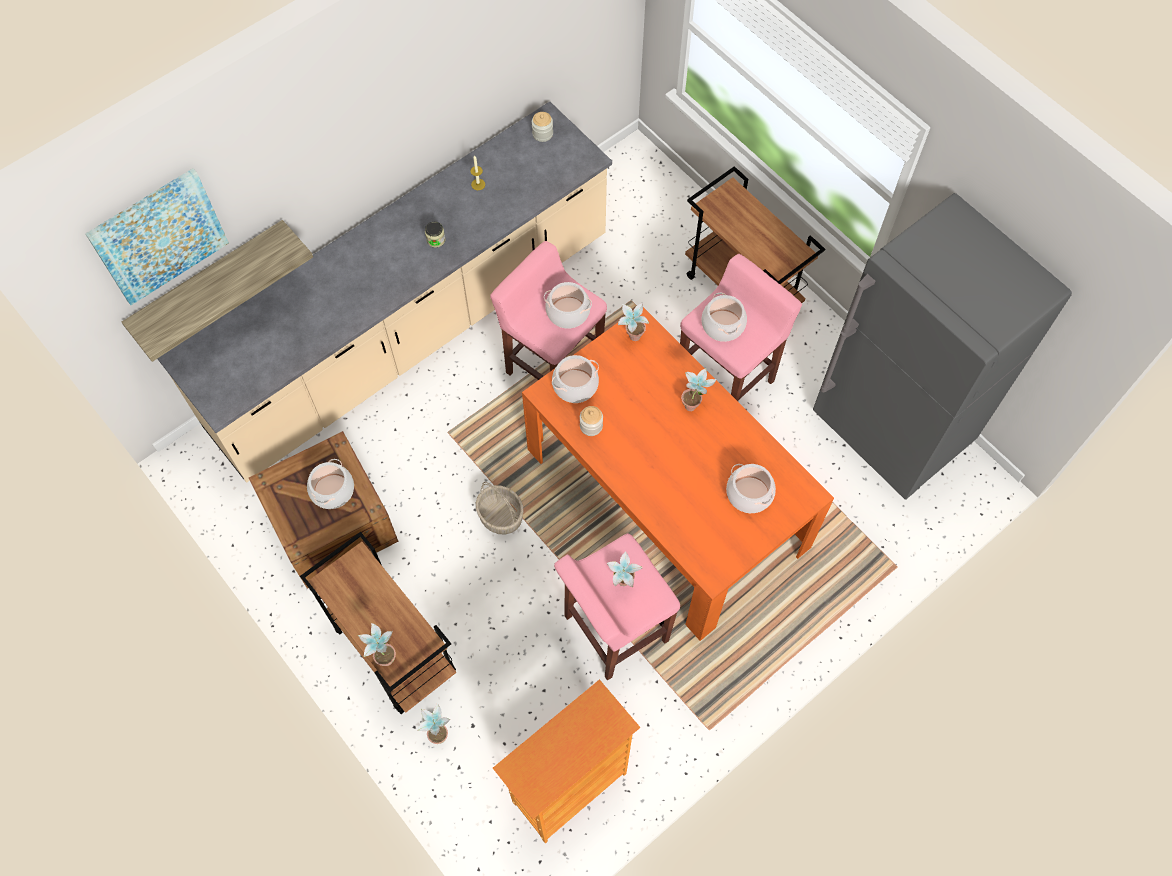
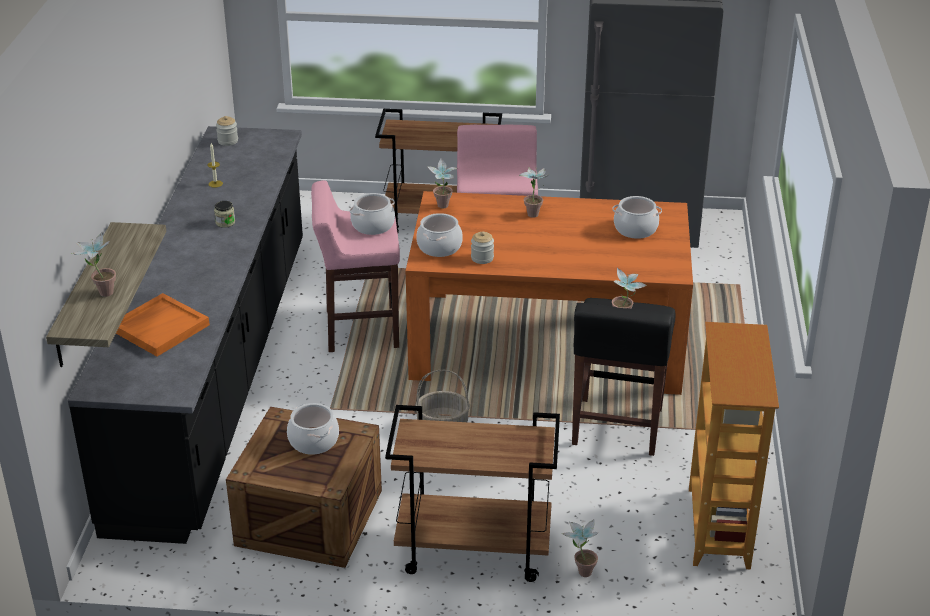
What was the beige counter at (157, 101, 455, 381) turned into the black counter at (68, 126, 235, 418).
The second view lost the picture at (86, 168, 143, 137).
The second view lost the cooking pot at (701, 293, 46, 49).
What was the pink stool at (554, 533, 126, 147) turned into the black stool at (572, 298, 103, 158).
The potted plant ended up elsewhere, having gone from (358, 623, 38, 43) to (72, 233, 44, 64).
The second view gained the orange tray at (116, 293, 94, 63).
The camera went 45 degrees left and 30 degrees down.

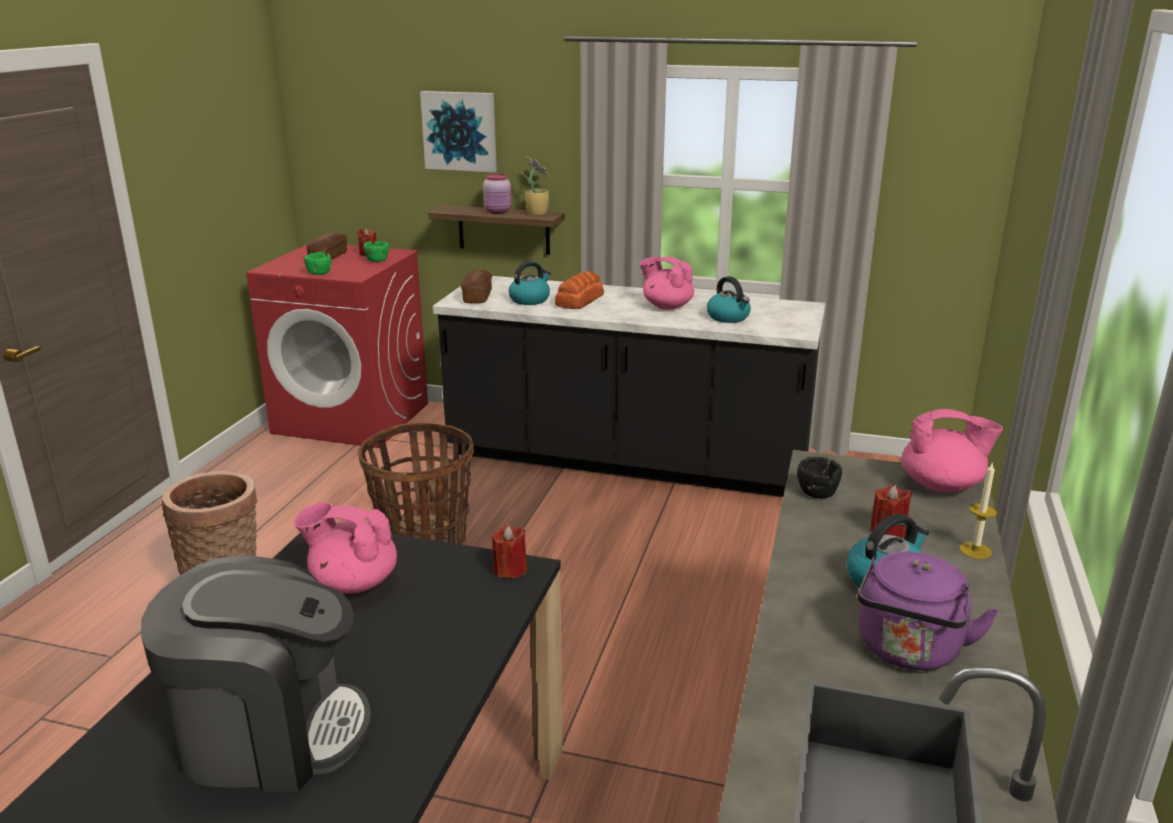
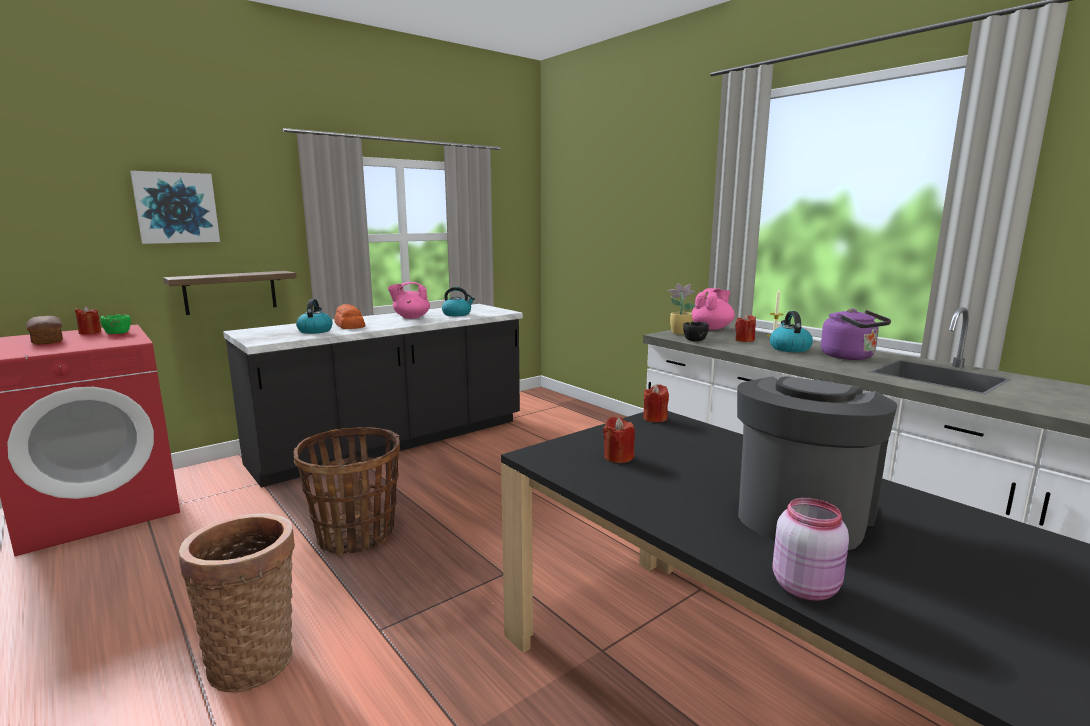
The potted plant ended up elsewhere, having gone from (522, 157, 28, 58) to (668, 283, 28, 52).
The pink jar ended up elsewhere, having gone from (483, 173, 28, 41) to (772, 498, 77, 103).
The second view lost the green bowl at (304, 252, 27, 23).
The second view lost the bread at (461, 270, 31, 34).
Where the pink teapot stood at (294, 502, 103, 92), the red candle came to stand at (603, 417, 32, 46).
The camera went 55 degrees left and 10 degrees down.

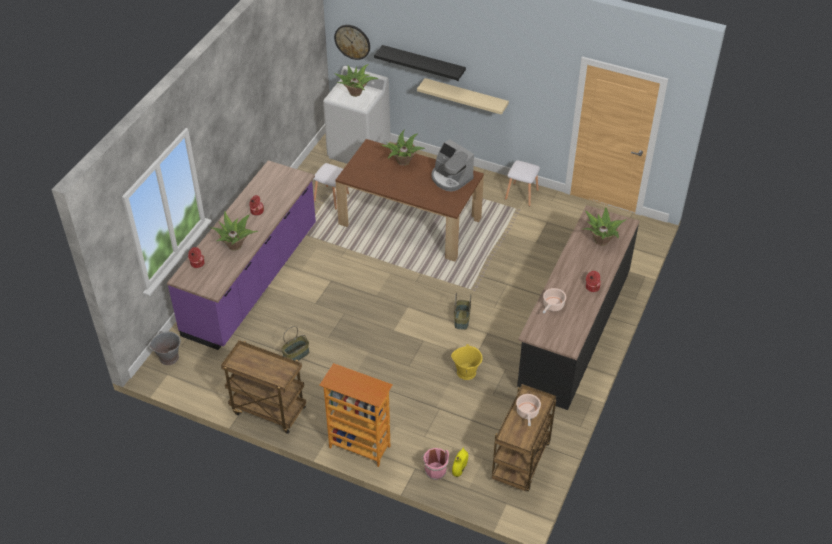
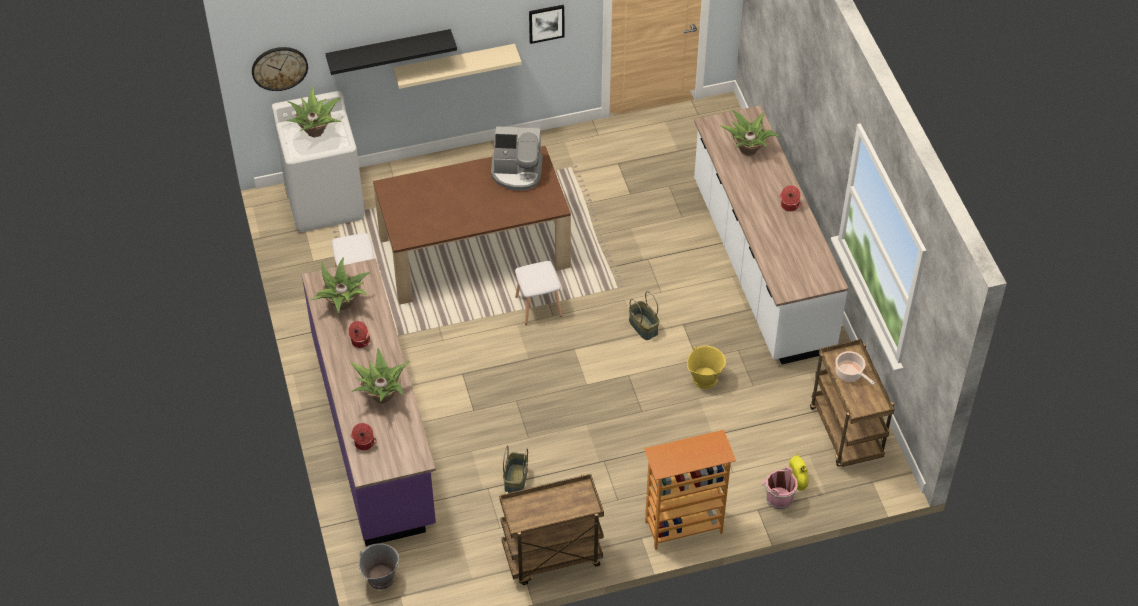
The potted plant ended up elsewhere, having gone from (381, 130, 44, 36) to (311, 257, 59, 56).
The white stool ended up elsewhere, having gone from (505, 160, 35, 47) to (515, 261, 47, 64).
What was the black counter at (517, 205, 122, 205) turned into the white counter at (694, 105, 154, 259).
The second view lost the cooking pot at (543, 288, 23, 26).
The second view gained the picture at (529, 5, 35, 39).
The camera went 40 degrees left and 5 degrees up.

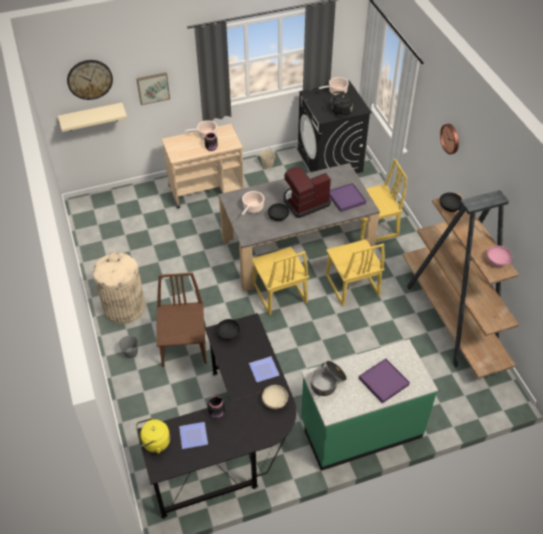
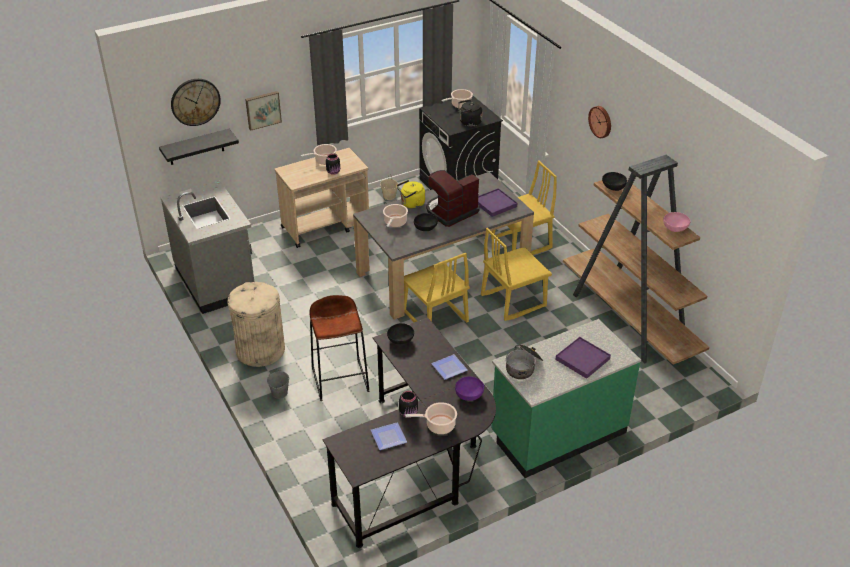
What was the beige shelf at (58, 103, 69, 29) turned into the black shelf at (159, 129, 80, 36).
The yellow chair at (326, 239, 59, 67) ended up facing another way, 90 degrees clockwise from before.
Where the brown chair stood at (156, 273, 51, 94), the brown stool came to stand at (309, 295, 60, 106).
What was the beige bowl at (262, 385, 26, 24) turned into the purple bowl at (455, 377, 29, 24).
The yellow kettle ended up elsewhere, having gone from (136, 418, 34, 35) to (397, 180, 28, 29).
The second view gained the grey counter at (160, 181, 95, 133).
The second view gained the cooking pot at (405, 402, 52, 32).
The camera went 10 degrees left and 10 degrees down.

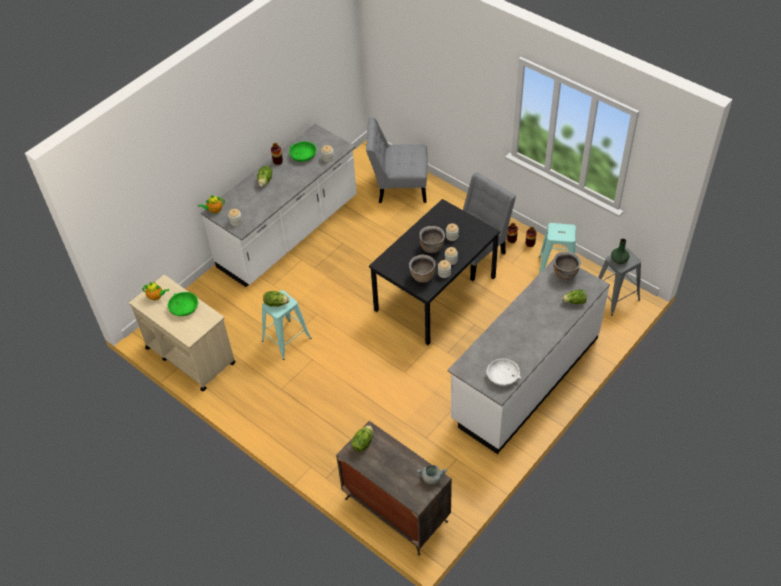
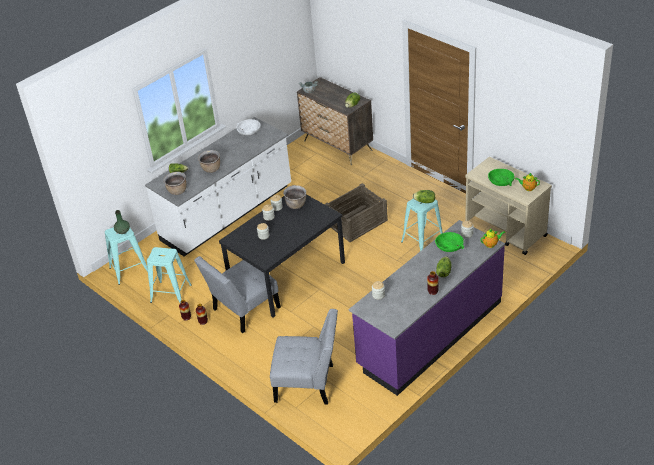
What was the white counter at (201, 124, 156, 163) turned into the purple counter at (349, 220, 156, 176).
The green bowl ended up elsewhere, having gone from (289, 141, 28, 21) to (435, 232, 29, 20).
The brown cooking pot ended up elsewhere, having gone from (419, 226, 26, 27) to (198, 150, 22, 23).
What was the grey stool at (598, 248, 43, 68) turned into the turquoise stool at (105, 227, 43, 58).
The second view gained the crate at (325, 183, 63, 59).
The camera went 175 degrees left and 10 degrees down.

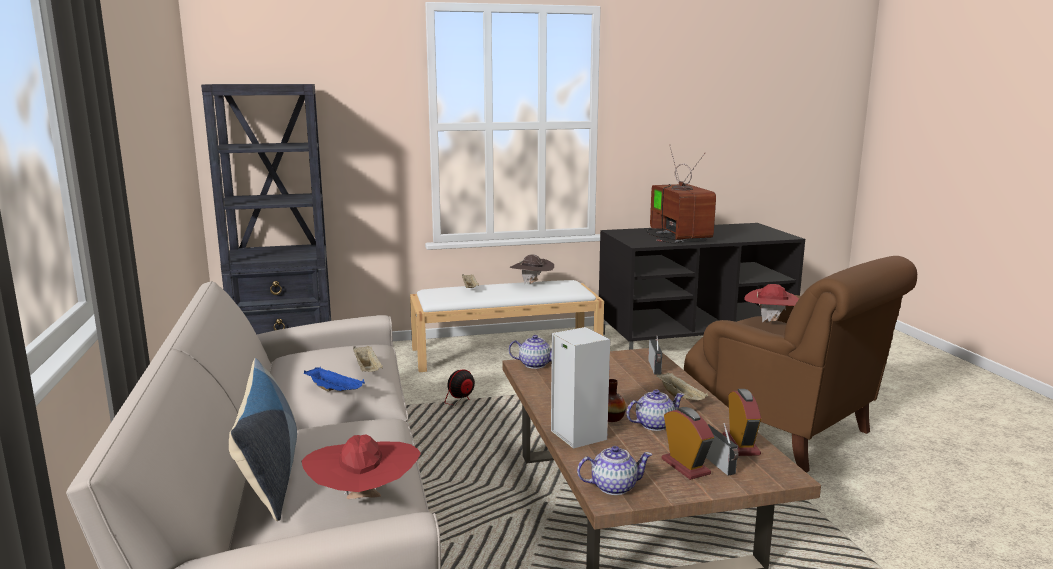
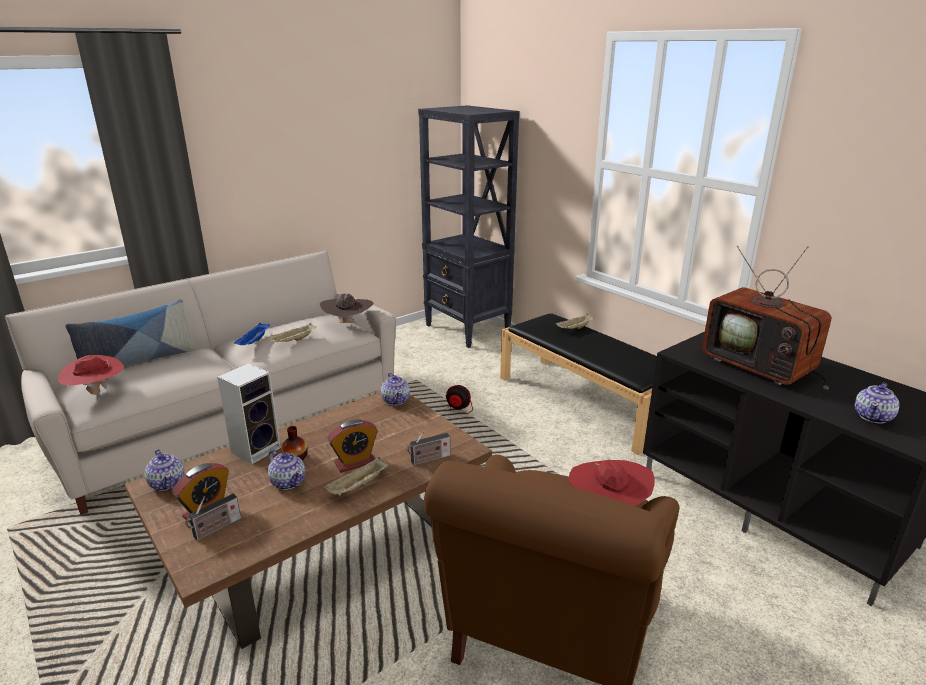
The television at (647, 144, 69, 99) ended up facing another way, 90 degrees clockwise from before.
The brown hat ended up elsewhere, having gone from (510, 254, 44, 30) to (320, 293, 54, 30).
What was the white bench at (410, 280, 194, 92) turned into the black bench at (500, 314, 157, 141).
The alarm clock ended up elsewhere, having gone from (723, 389, 38, 67) to (327, 419, 51, 54).
The second view gained the teapot at (855, 383, 44, 41).
The camera went 65 degrees right and 10 degrees up.

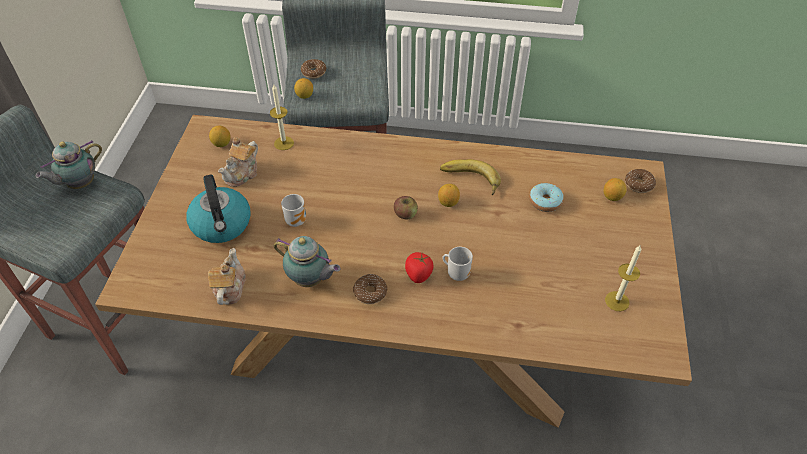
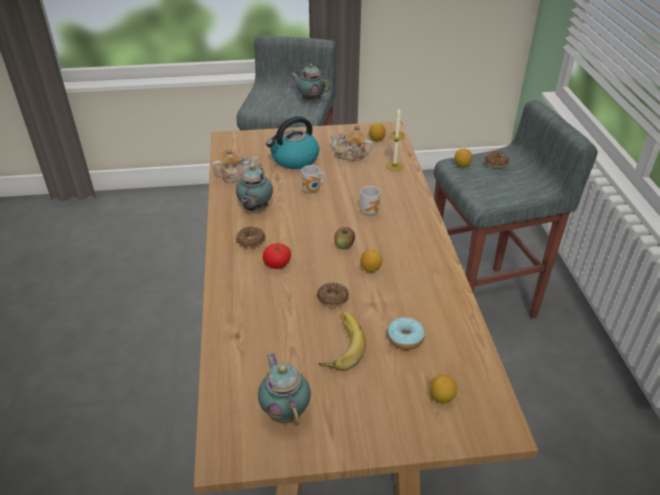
The banana ended up elsewhere, having gone from (440, 159, 61, 36) to (319, 312, 47, 59).
The donut ended up elsewhere, having gone from (625, 169, 31, 24) to (317, 282, 32, 26).
Where the candle stood at (605, 245, 37, 66), the teapot came to stand at (258, 353, 53, 72).
The mug ended up elsewhere, having gone from (442, 247, 31, 34) to (360, 186, 20, 30).
The camera went 75 degrees right and 10 degrees down.

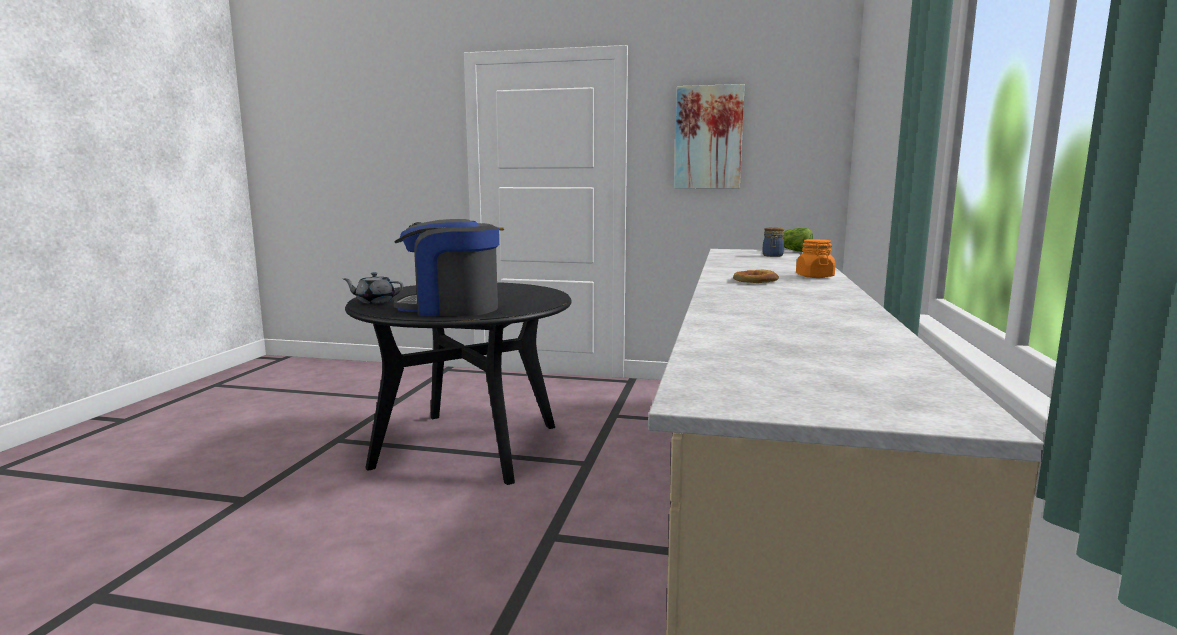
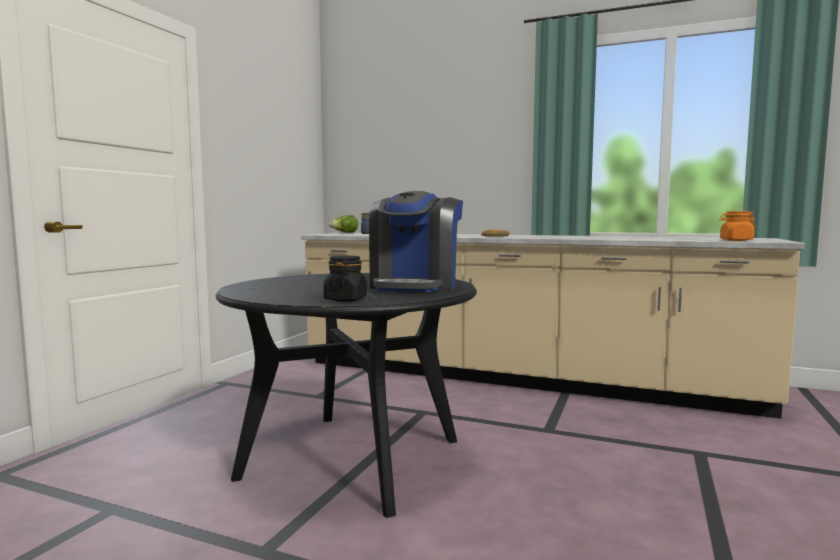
The second view lost the picture at (674, 84, 71, 104).
The orange jar ended up elsewhere, having gone from (796, 239, 39, 39) to (719, 211, 37, 30).
Where the grey teapot stood at (343, 272, 60, 32), the black jar came to stand at (323, 256, 44, 46).
The camera went 80 degrees left and 5 degrees down.

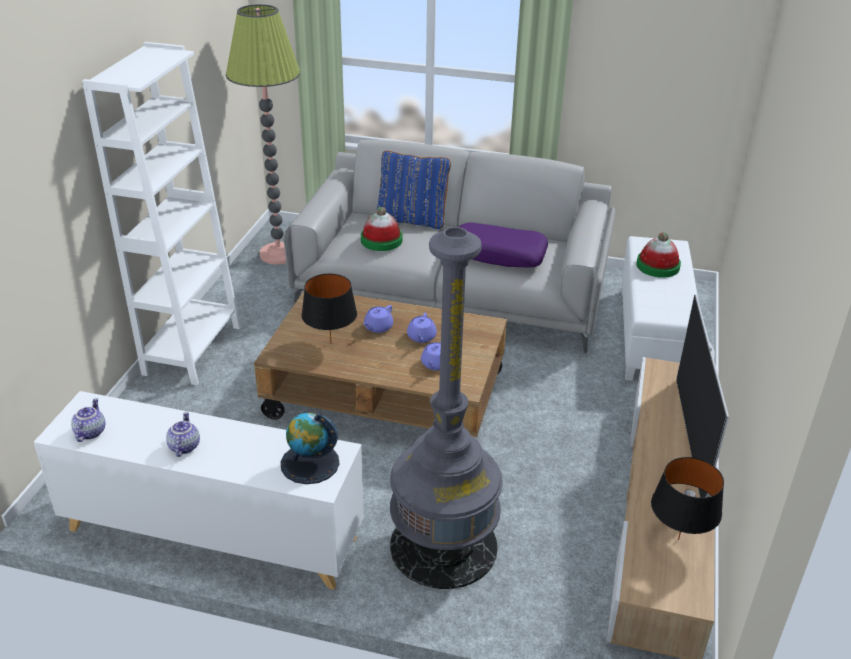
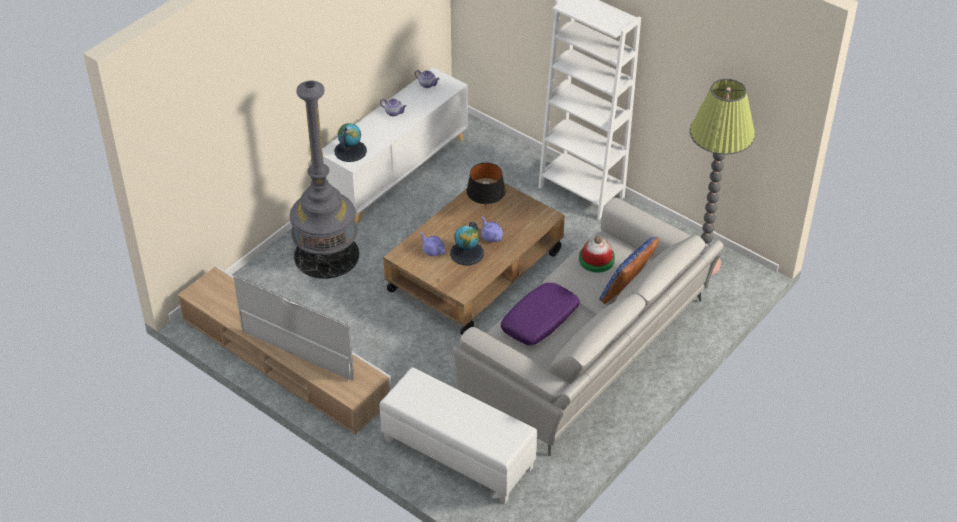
The second view lost the hat at (636, 232, 45, 46).
Where the purple teapot stood at (407, 313, 30, 30), the globe came to stand at (450, 222, 34, 43).
The second view lost the black table lamp at (651, 457, 73, 83).
The camera went 115 degrees right and 10 degrees up.

